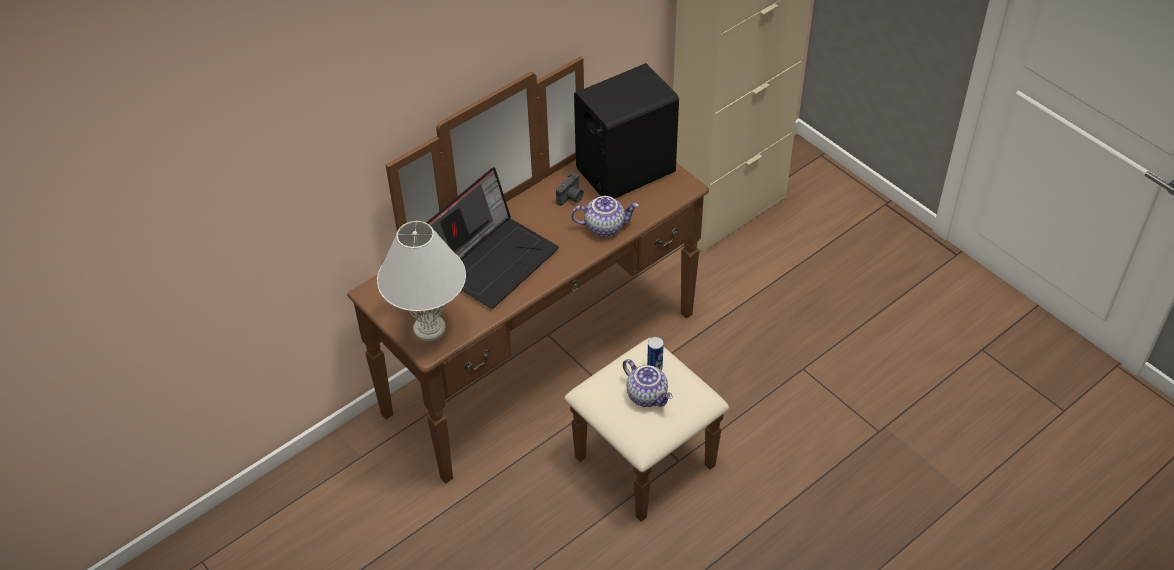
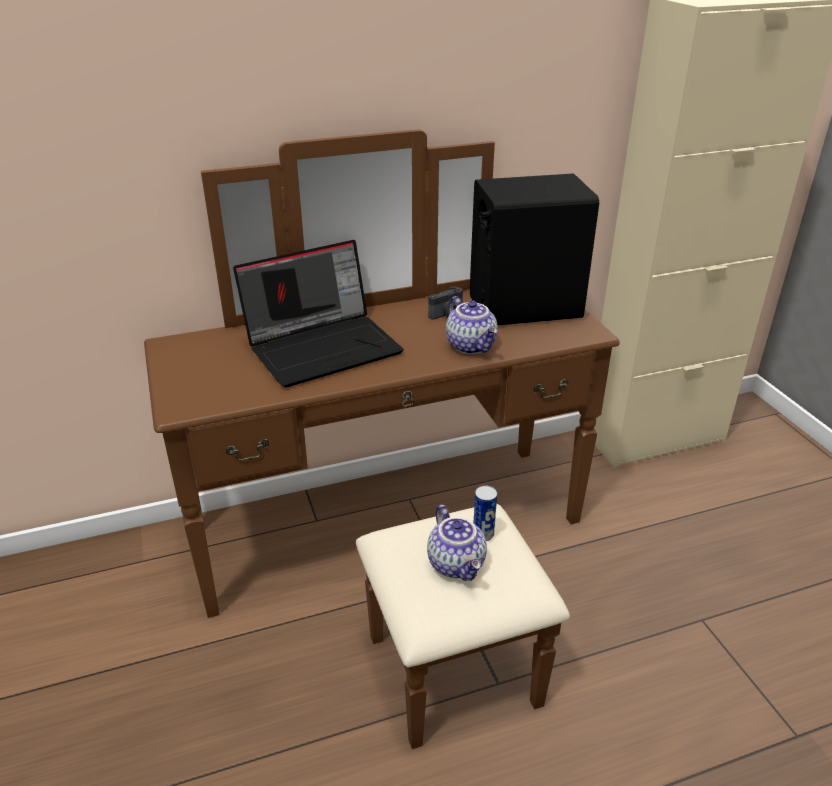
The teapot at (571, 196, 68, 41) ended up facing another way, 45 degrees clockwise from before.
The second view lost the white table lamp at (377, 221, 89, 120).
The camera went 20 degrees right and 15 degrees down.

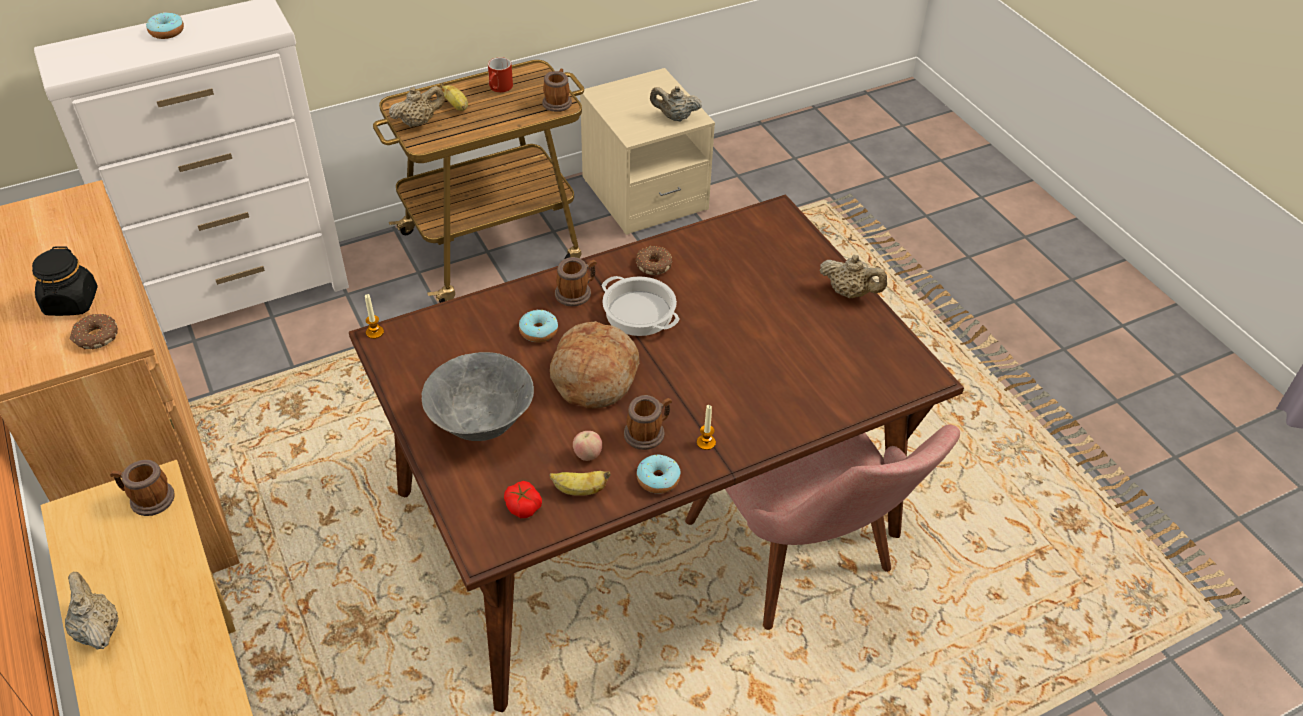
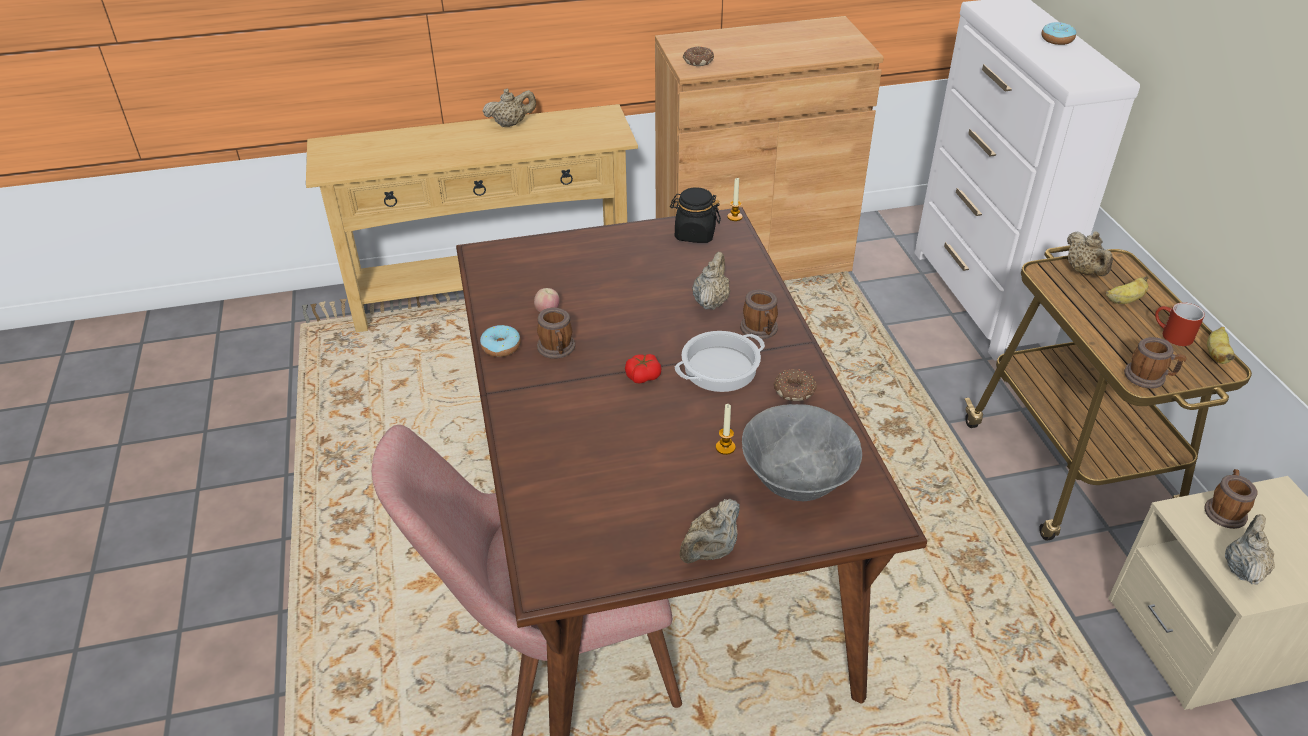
The black jar ended up elsewhere, having gone from (32, 246, 66, 70) to (670, 187, 51, 56).
Where the donut stood at (519, 310, 39, 33), the beige teapot came to stand at (692, 252, 38, 58).
The second view lost the bread at (550, 321, 89, 88).
The grey bowl ended up elsewhere, having gone from (422, 352, 112, 89) to (742, 404, 120, 97).
The candle ended up elsewhere, having gone from (697, 405, 19, 45) to (716, 404, 20, 51).
The mug ended up elsewhere, having gone from (110, 460, 65, 56) to (1204, 469, 54, 60).
The banana ended up elsewhere, having gone from (549, 471, 62, 25) to (1207, 327, 28, 37).
The tomato ended up elsewhere, having gone from (504, 481, 38, 37) to (625, 354, 36, 29).
The camera went 105 degrees right and 5 degrees down.

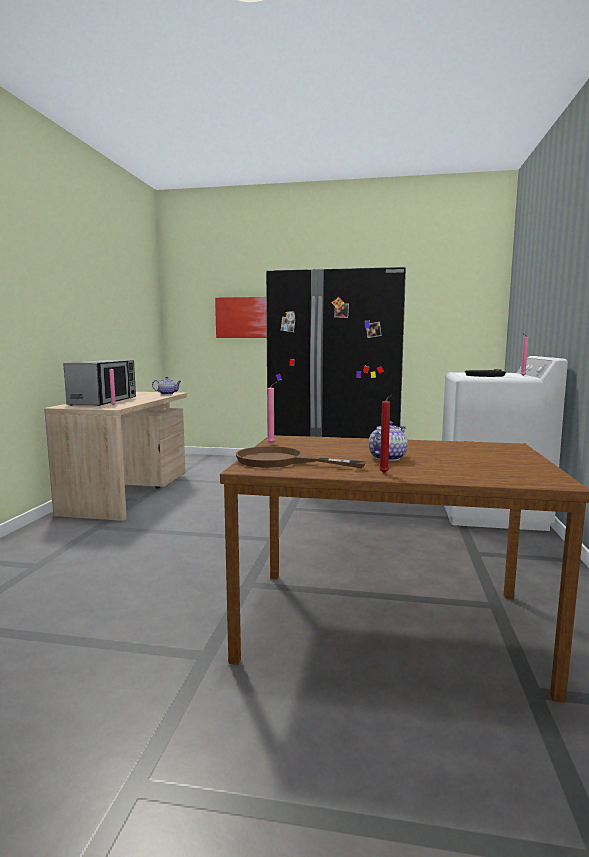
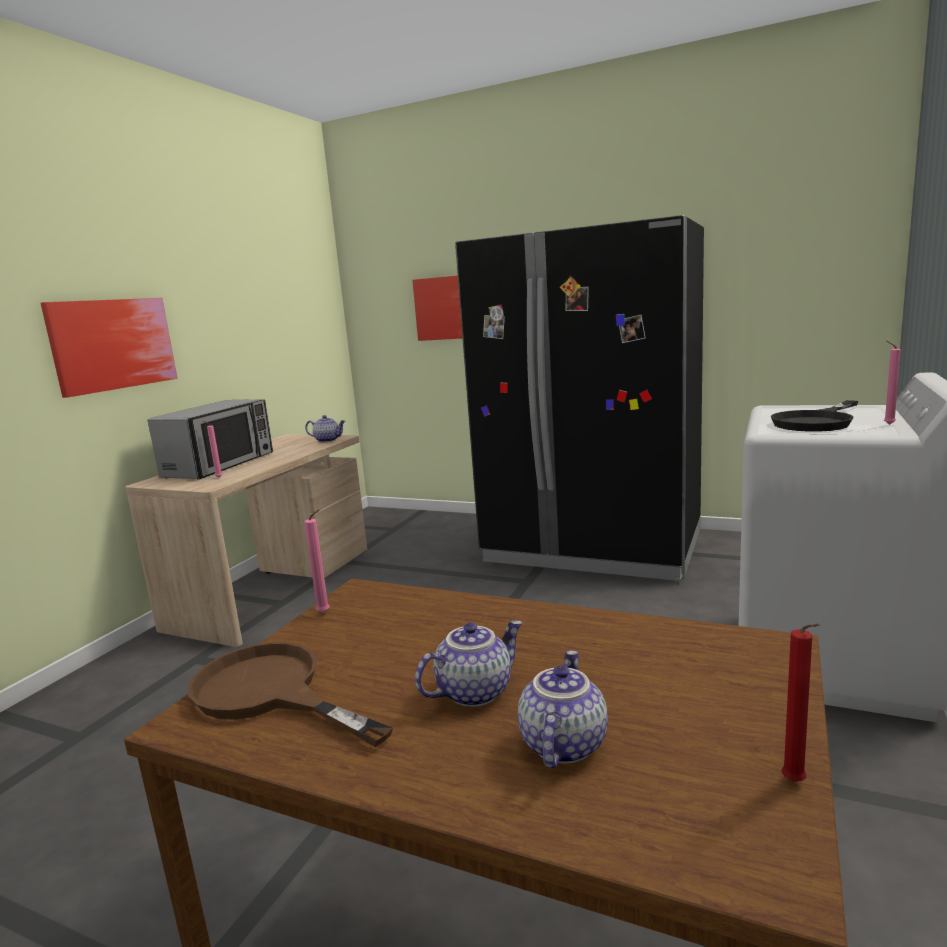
The red candle ended up elsewhere, having gone from (379, 394, 14, 79) to (781, 623, 39, 159).
The second view gained the picture at (41, 298, 136, 100).
The second view gained the teapot at (518, 650, 90, 118).
The camera went 15 degrees right and 5 degrees up.

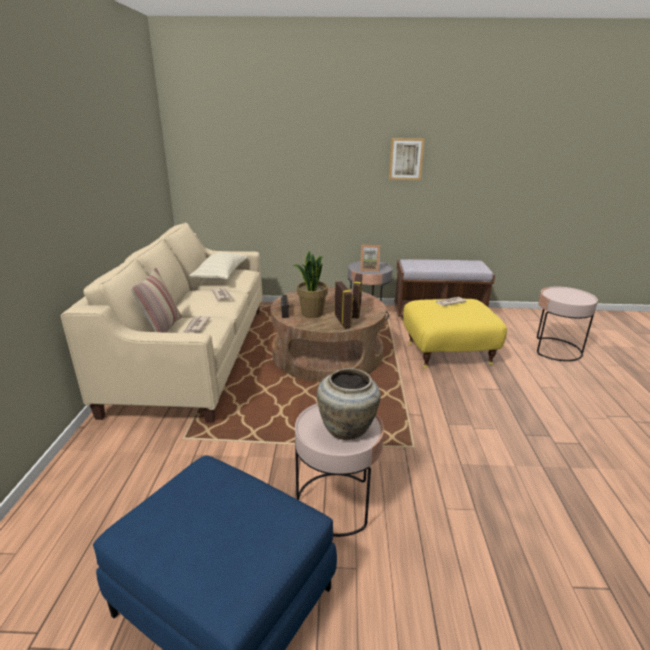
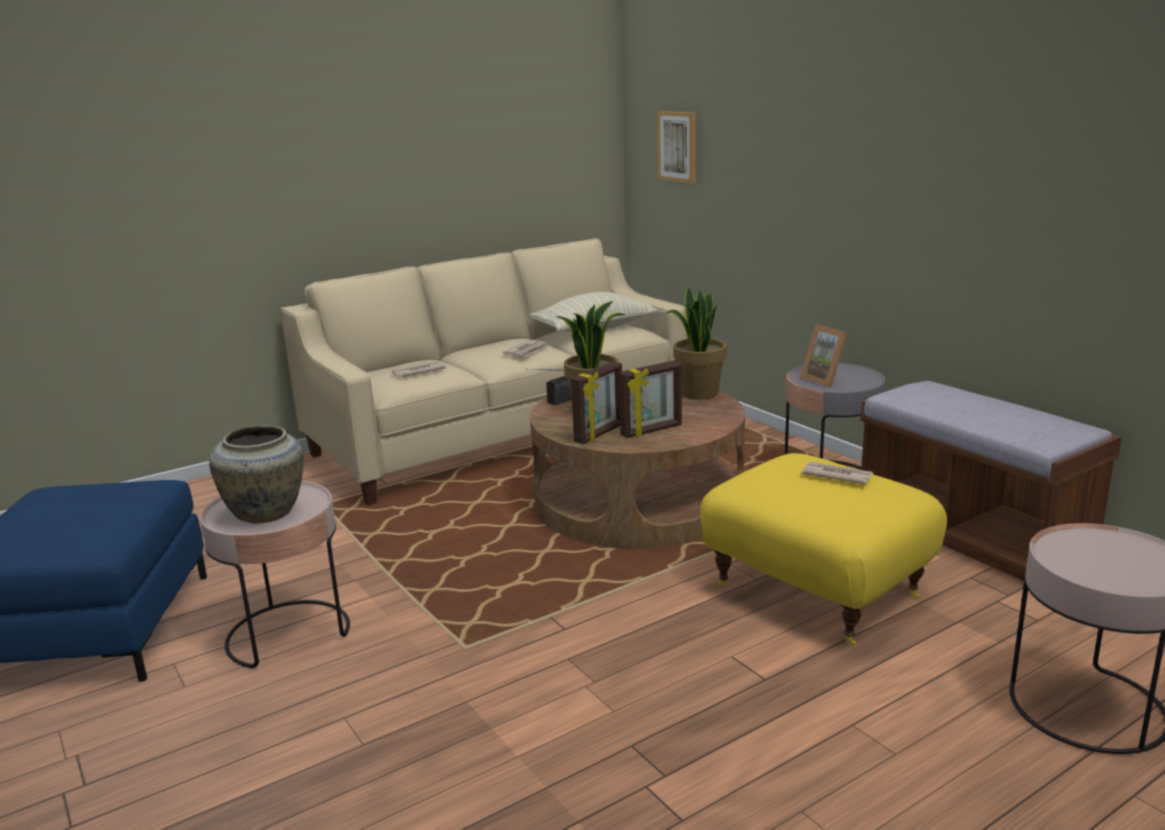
The picture ended up elsewhere, having gone from (389, 138, 36, 42) to (657, 111, 39, 72).
The second view lost the pillow at (131, 267, 51, 66).
The second view gained the potted plant at (665, 286, 62, 114).
The camera went 55 degrees right and 5 degrees down.

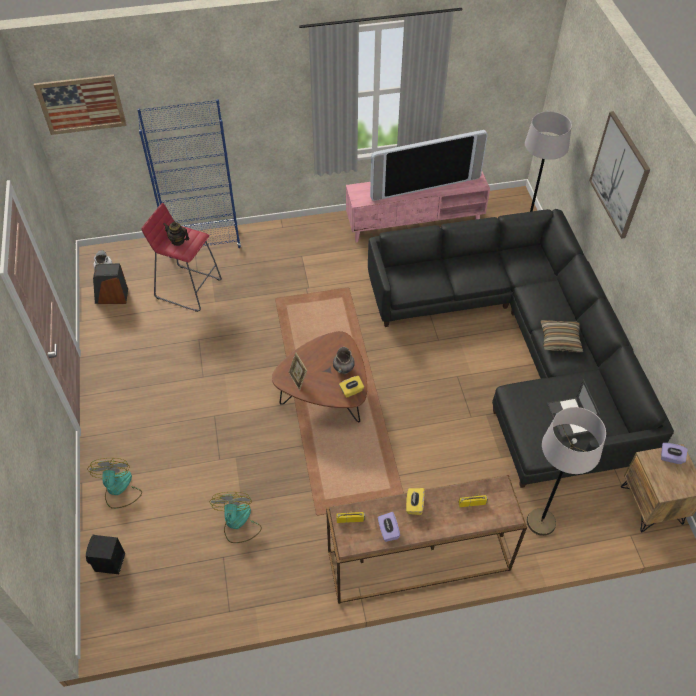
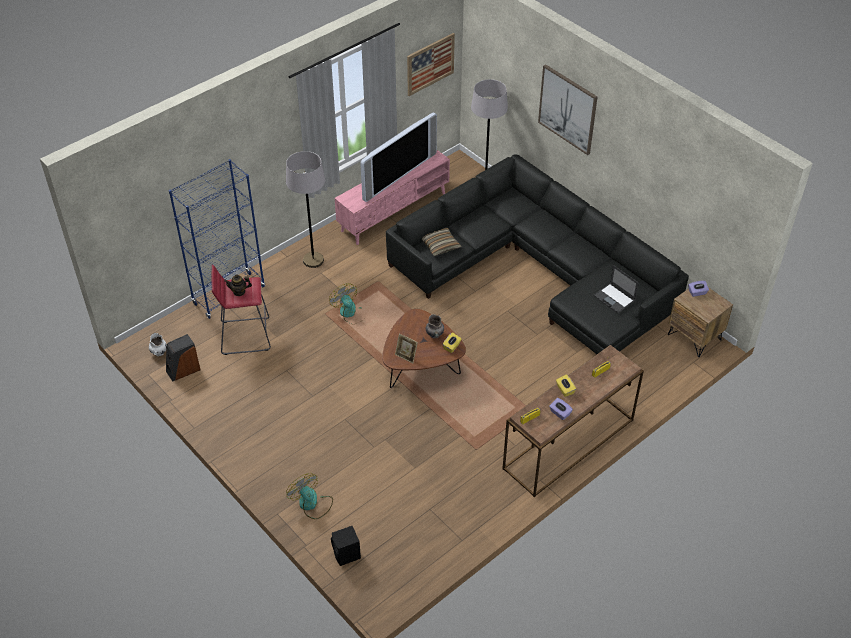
The picture ended up elsewhere, having gone from (34, 74, 93, 61) to (407, 33, 48, 63).
The pillow ended up elsewhere, having gone from (540, 320, 43, 32) to (421, 228, 41, 28).
The grey floor lamp ended up elsewhere, having gone from (527, 407, 79, 129) to (286, 151, 39, 117).
The fan ended up elsewhere, having gone from (209, 492, 53, 51) to (329, 283, 35, 41).
The camera went 30 degrees left and 5 degrees down.

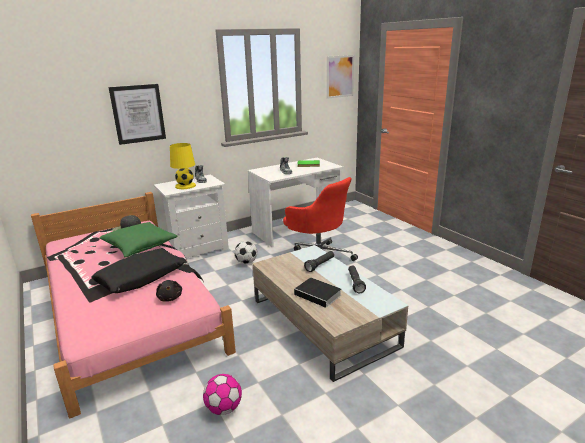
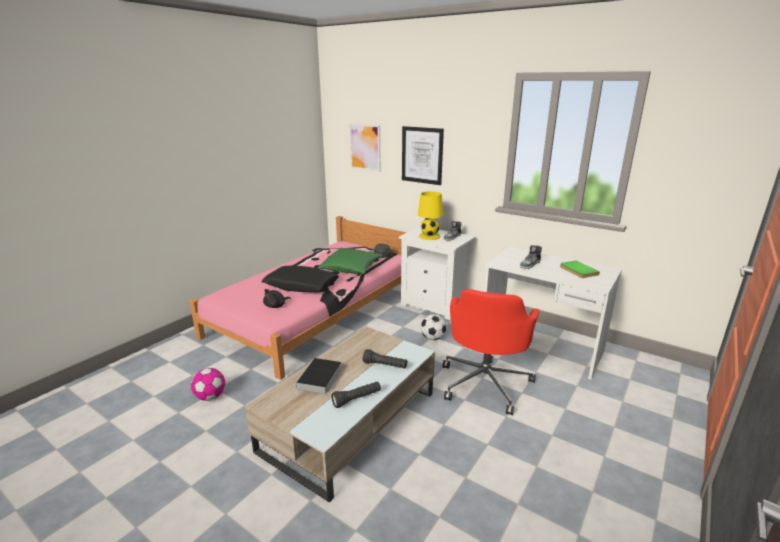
The picture ended up elsewhere, having gone from (327, 55, 27, 44) to (349, 123, 31, 49).
The camera went 65 degrees right and 0 degrees up.

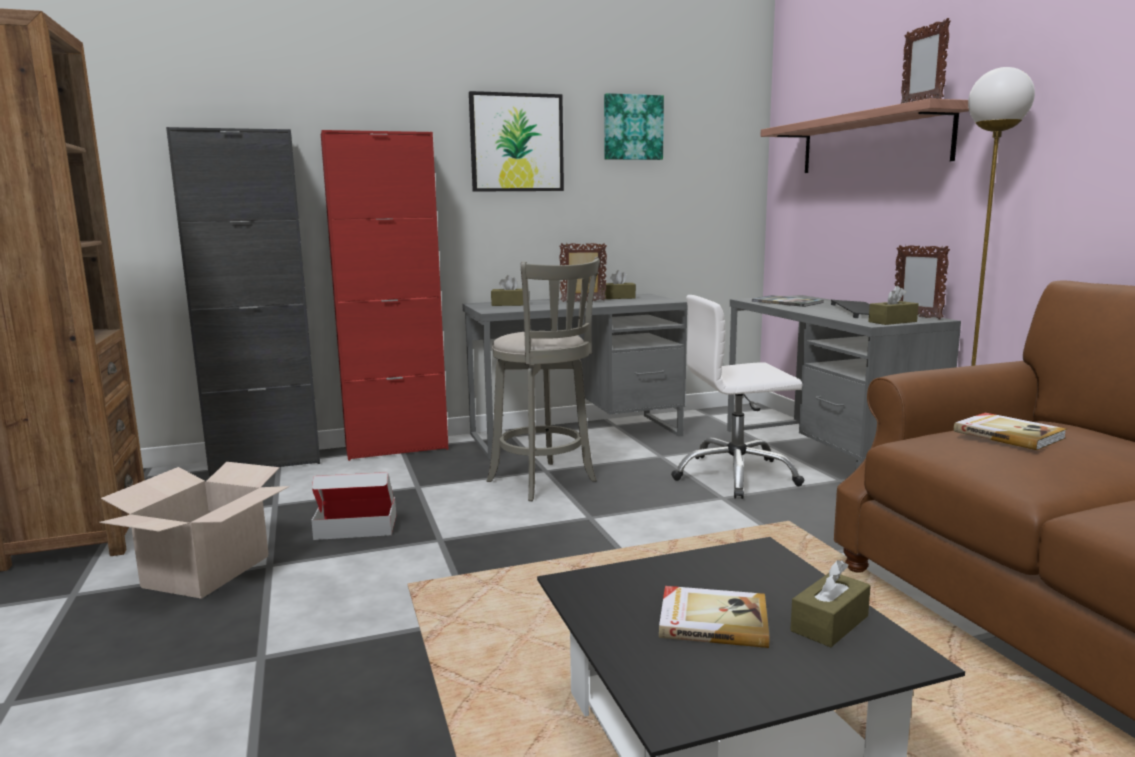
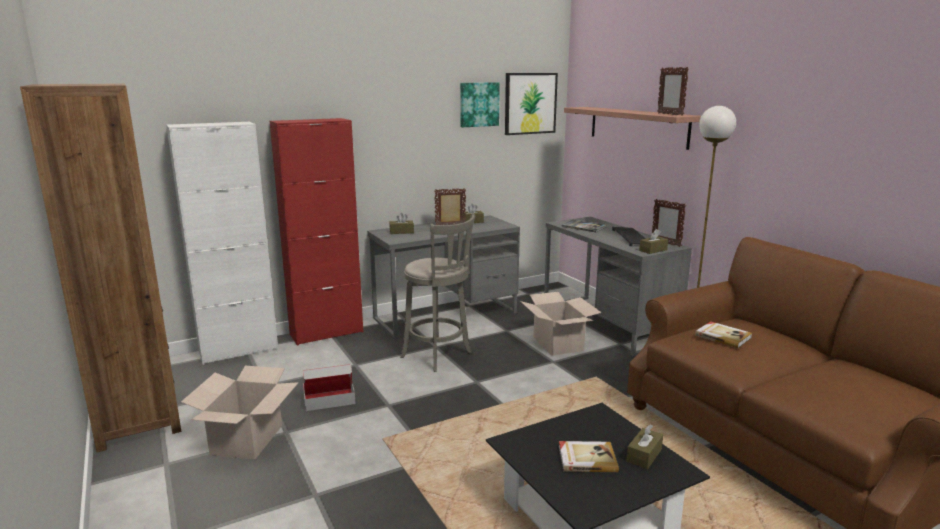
The picture ended up elsewhere, having gone from (469, 91, 95, 101) to (505, 73, 53, 62).
What was the black cabinet at (166, 127, 154, 349) turned into the white cabinet at (166, 122, 112, 243).
Where the white office chair stood at (671, 295, 133, 204), the cardboard box came to stand at (520, 292, 82, 64).
The camera went 10 degrees left and 5 degrees up.

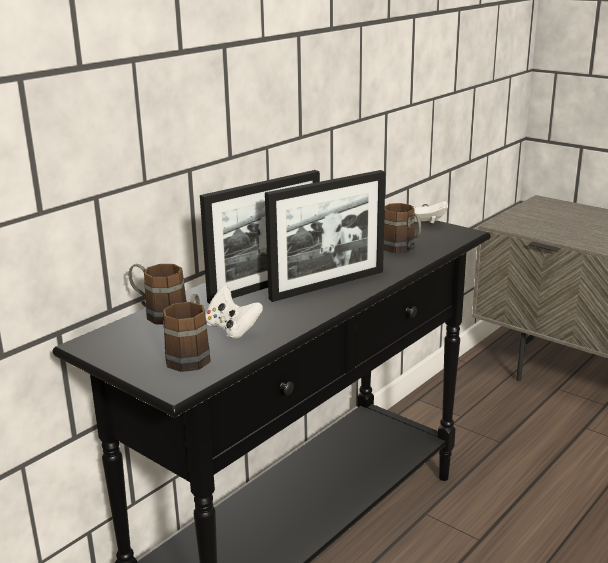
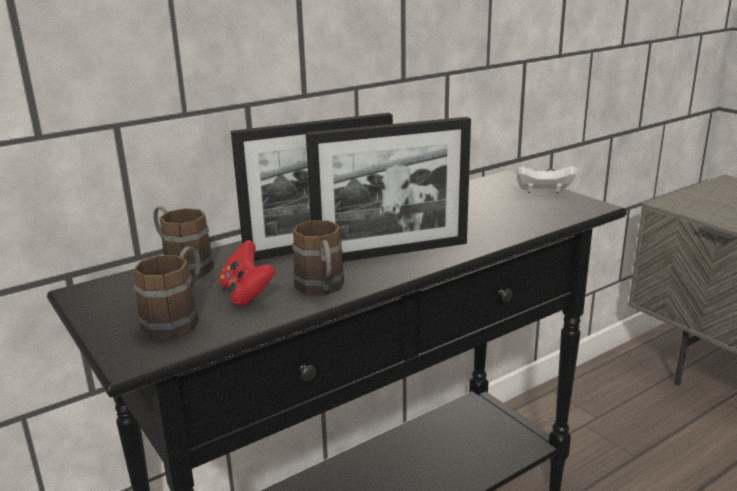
The brown mug ended up elsewhere, having gone from (384, 203, 37, 50) to (292, 220, 52, 76).
What was the white game controller at (205, 285, 58, 54) turned into the red game controller at (219, 240, 57, 66).
The camera went 15 degrees right and 0 degrees up.

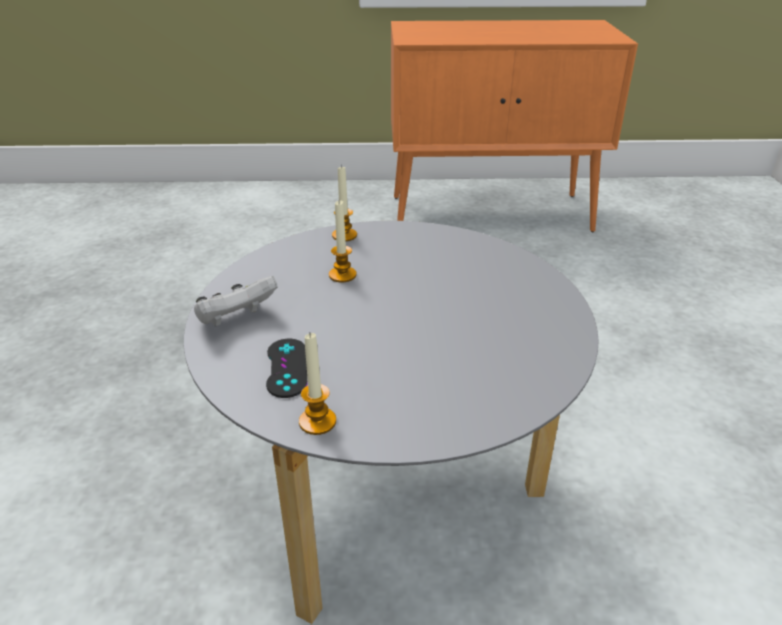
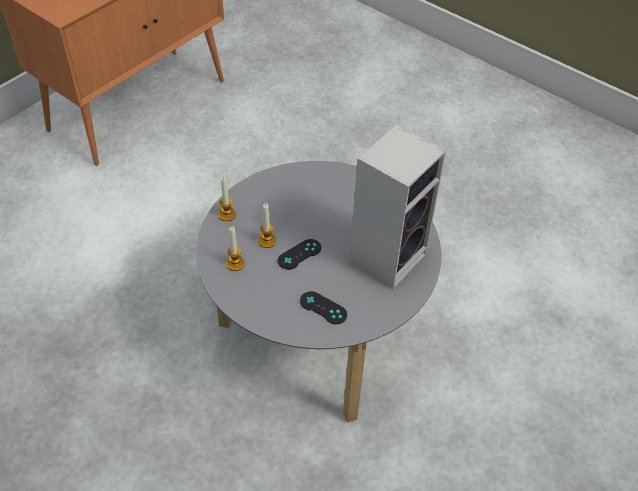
The second view lost the white game controller at (194, 276, 84, 51).
The candle ended up elsewhere, having gone from (299, 333, 37, 102) to (226, 226, 19, 45).
The second view gained the speaker at (349, 125, 97, 165).
The second view gained the black game controller at (278, 239, 43, 31).
The camera went 50 degrees left and 15 degrees up.

